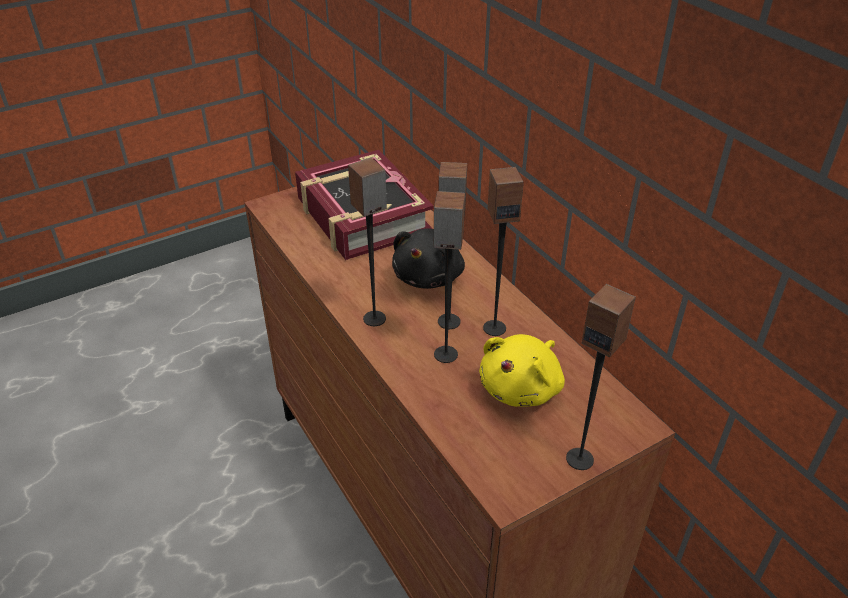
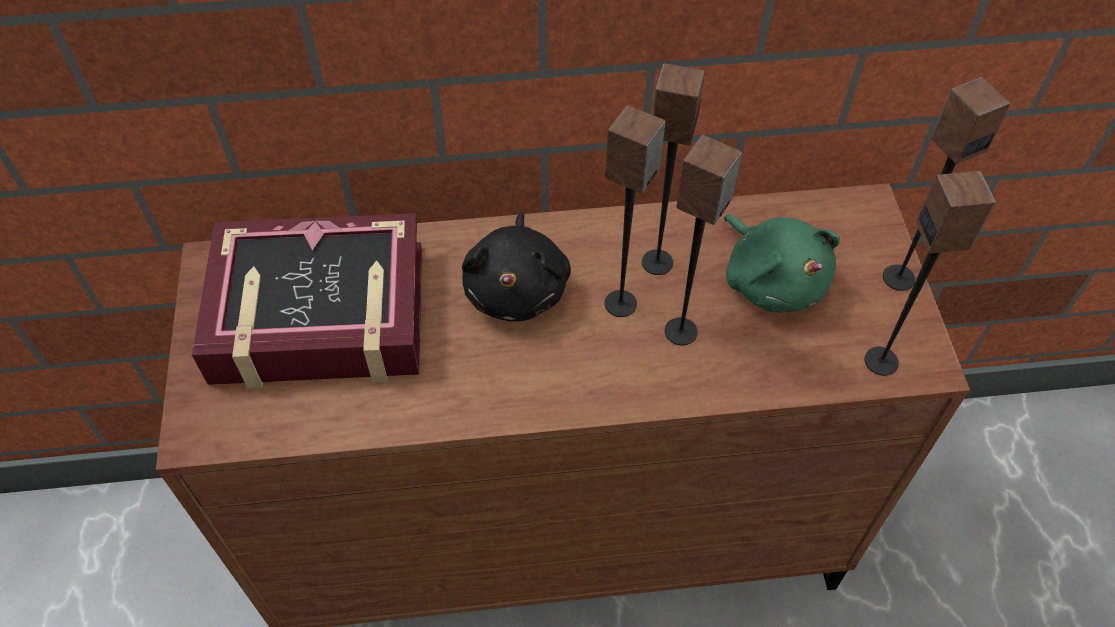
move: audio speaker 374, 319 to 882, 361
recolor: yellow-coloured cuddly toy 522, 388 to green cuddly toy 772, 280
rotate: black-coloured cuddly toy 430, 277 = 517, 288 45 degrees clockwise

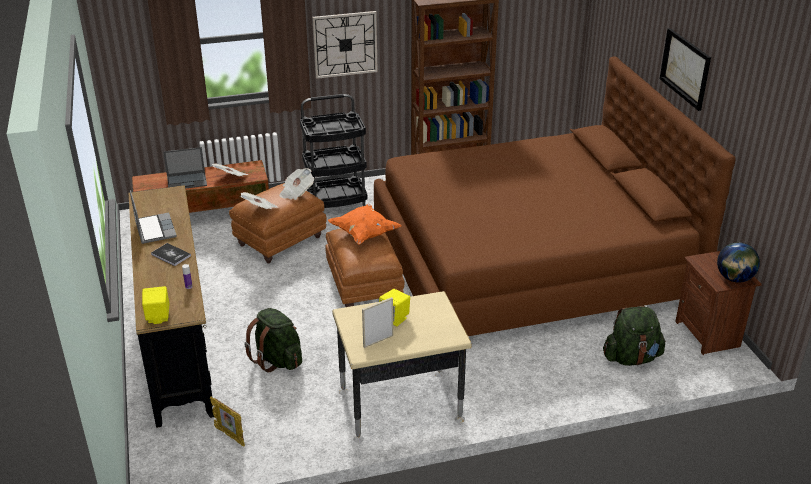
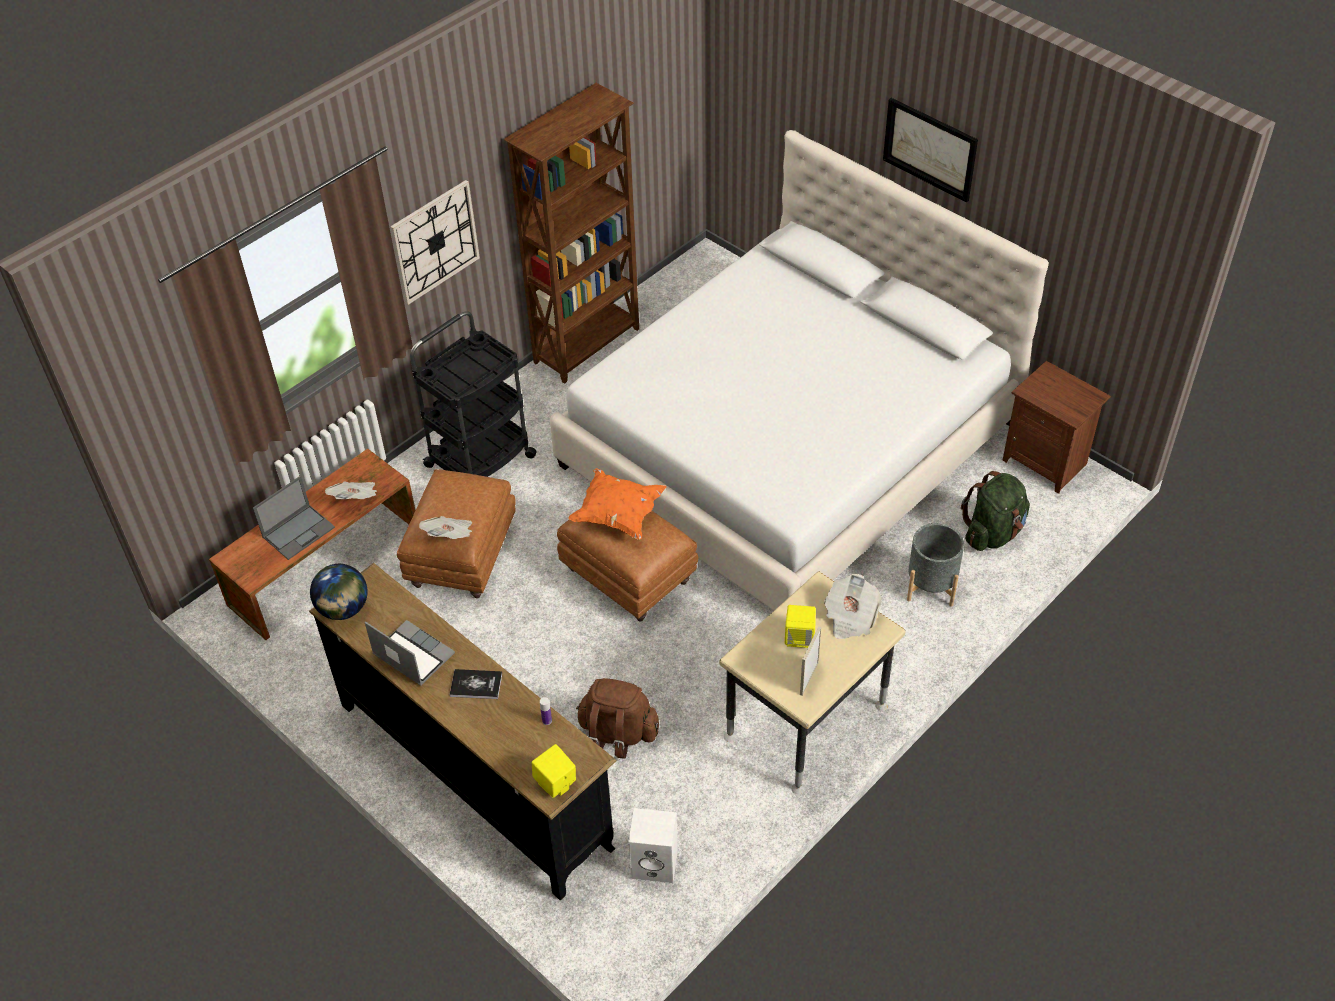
insert: gray flower pot 931, 586
move: newspaper 296, 192 to 850, 617; world globe 734, 278 to 343, 609
replace: standing frame 230, 436 to white audio speaker 656, 863
recolor: green backpack 277, 360 to brown-coloured backpack 618, 734; brown-coloured bedroom bed 530, 260 to white bedroom bed 788, 443

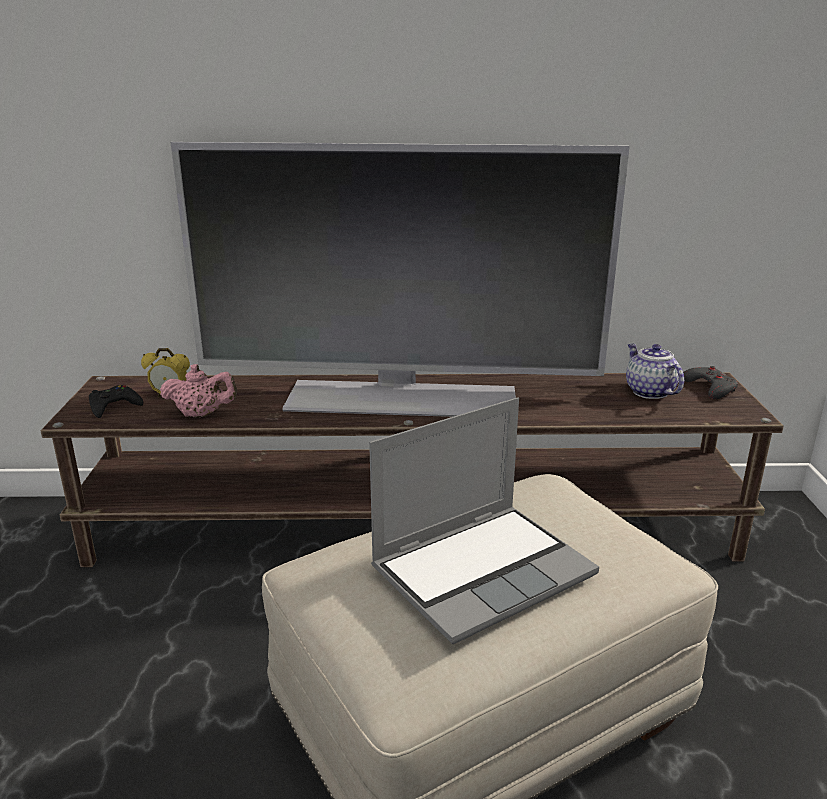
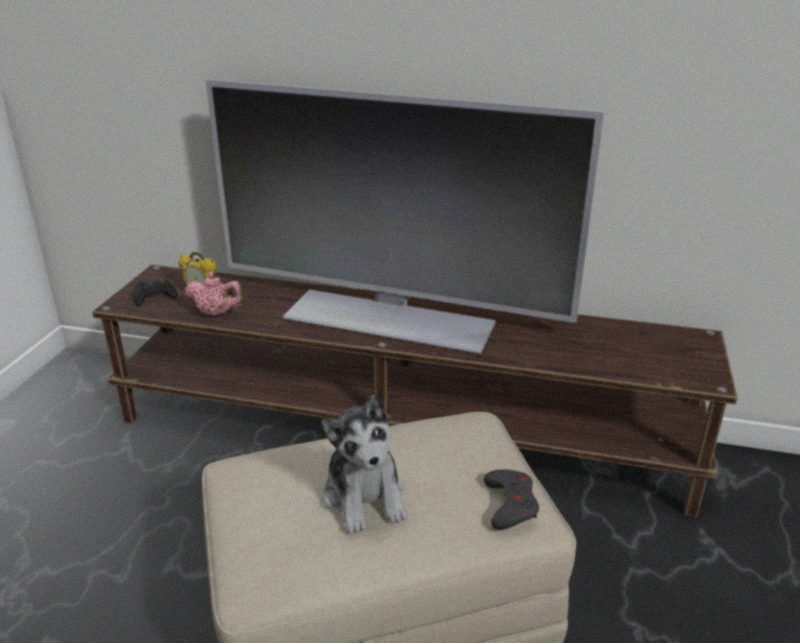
delete: tea pot 648, 391
move: gray joypad 709, 388 to 510, 504
replace: notebook computer 483, 570 to cuddly toy 365, 496

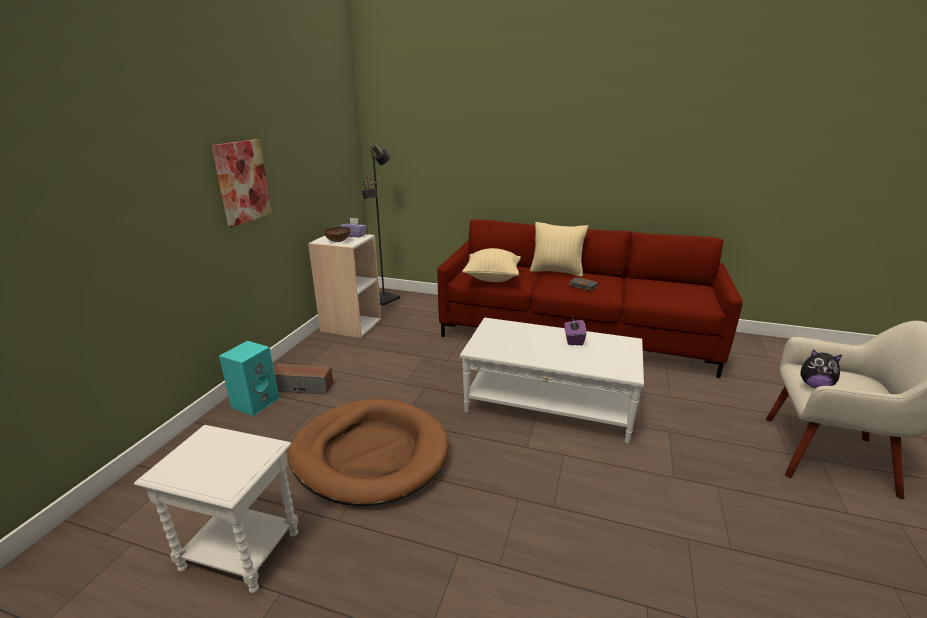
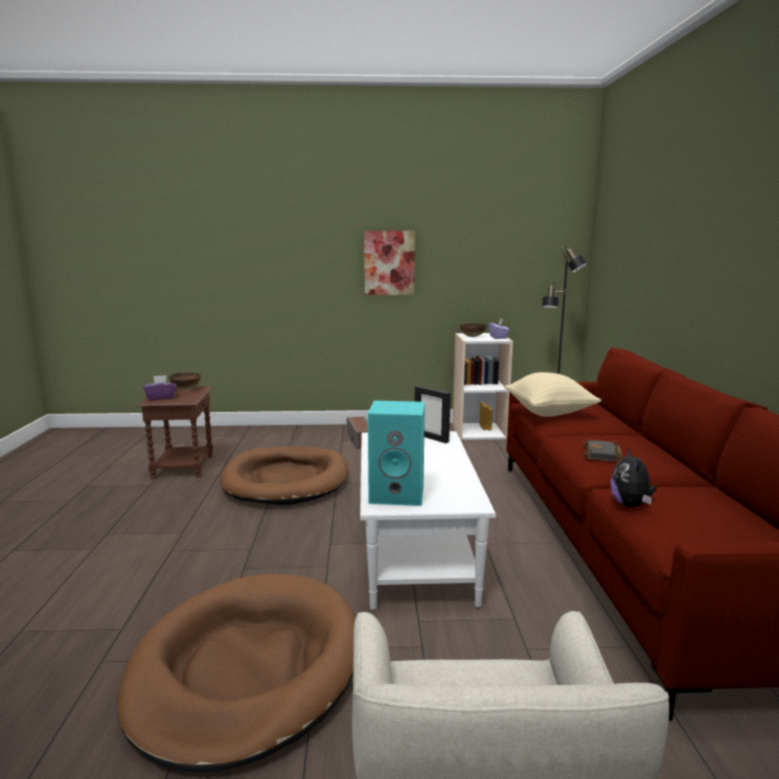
delete: beige cushion 556, 272
insert: brown-coloured dog bed 247, 669; bowl 186, 389; standing frame 431, 437
move: turquoise-coloured audio speaker 255, 402 to 398, 494; purple box of tissues 573, 339 to 161, 398; cuddly toy 814, 385 to 630, 505
recolor: white side table 239, 551 to brown-coloured side table 182, 466

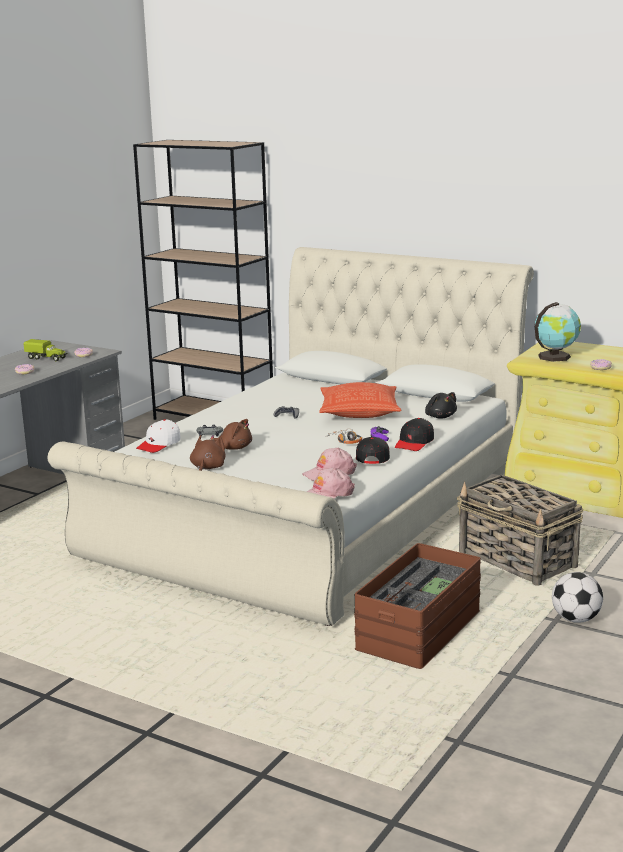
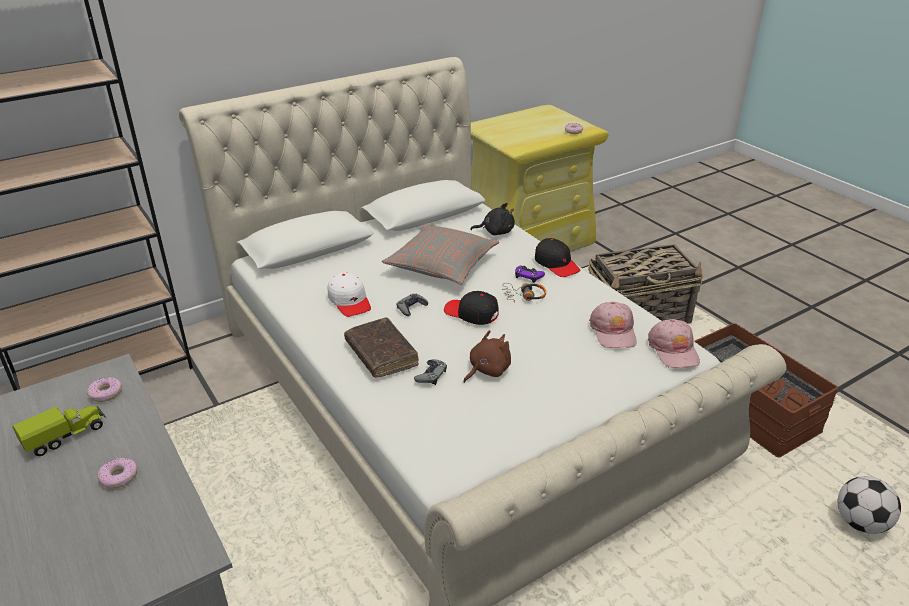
delete: brown-coloured cuddly toy 207, 468; world globe 555, 356
insert: brown-coloured volume 381, 354
move: white cap 159, 444 to 349, 301; black-coloured cap 372, 457 to 471, 313; football 576, 619 to 860, 523
recolor: orangey cushion 359, 413 to gray cushion 442, 266

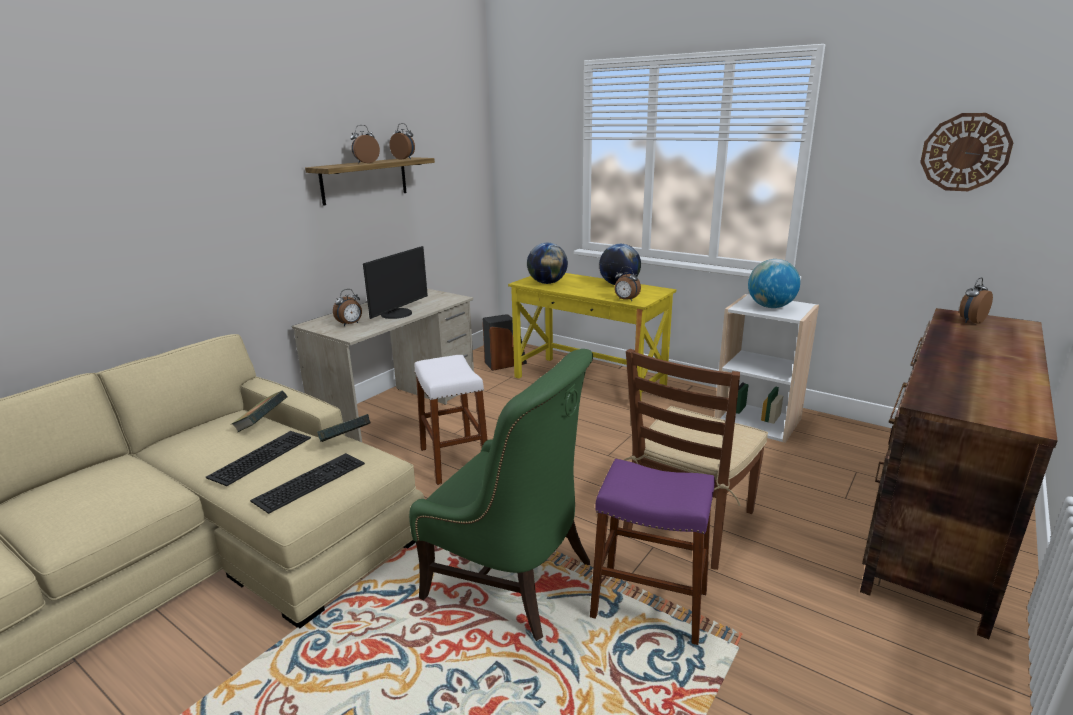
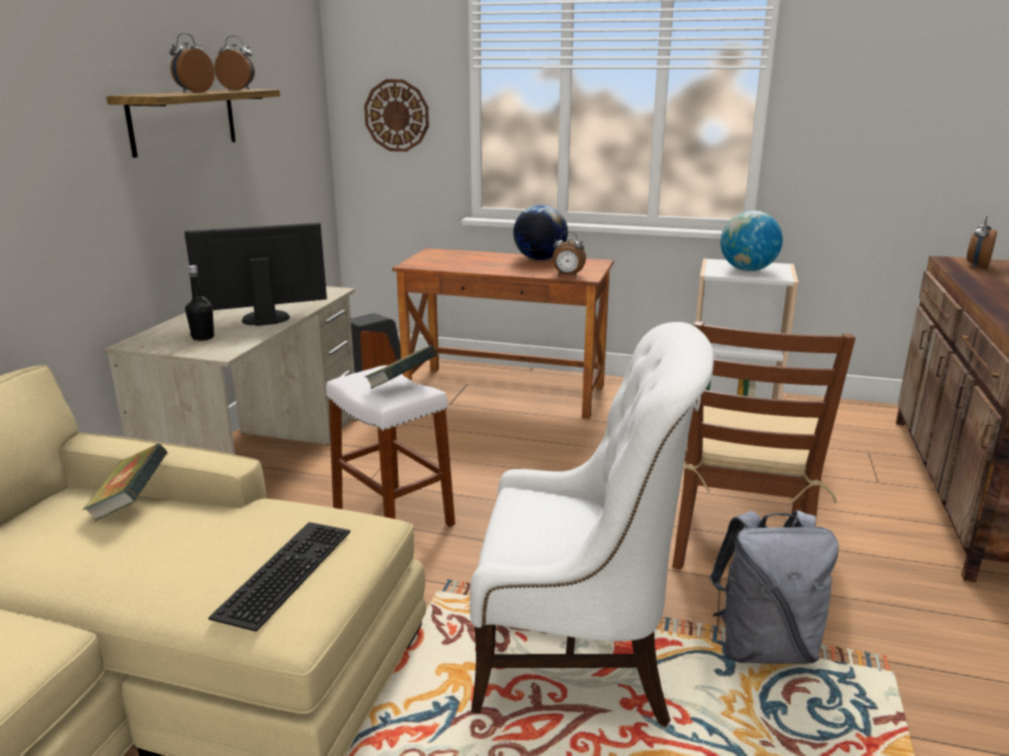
delete: computer keyboard 260, 456; world globe 547, 283
move: volume 346, 442 to 402, 385; wall clock 965, 152 to 397, 115
replace: alarm clock 350, 324 to black-coloured beverage bottle 203, 337; purple stool 649, 604 to gray backpack 764, 647
recolor: green upright chair 512, 579 to white upright chair 578, 656; yellow-coloured desk unit 589, 382 to brown-coloured desk unit 505, 392
rotate: monitor 398, 314 = 265, 318 120 degrees counterclockwise

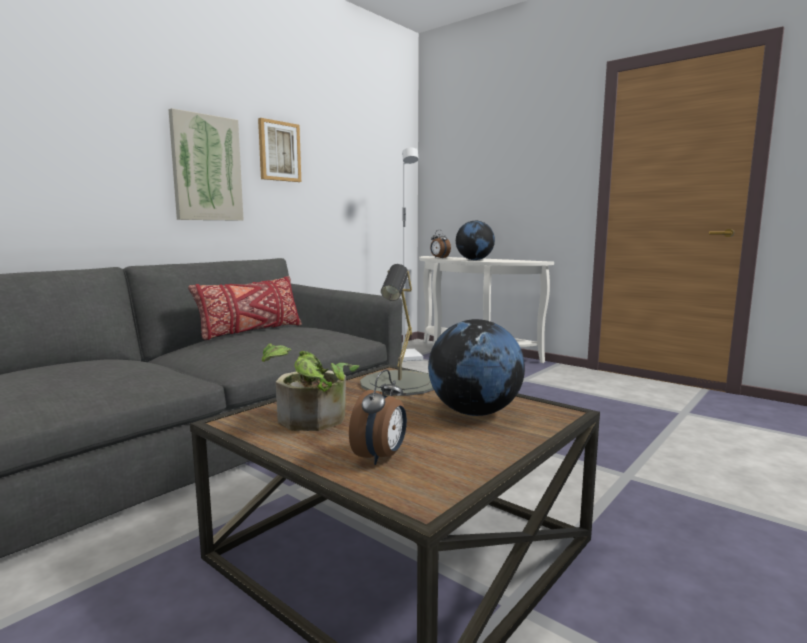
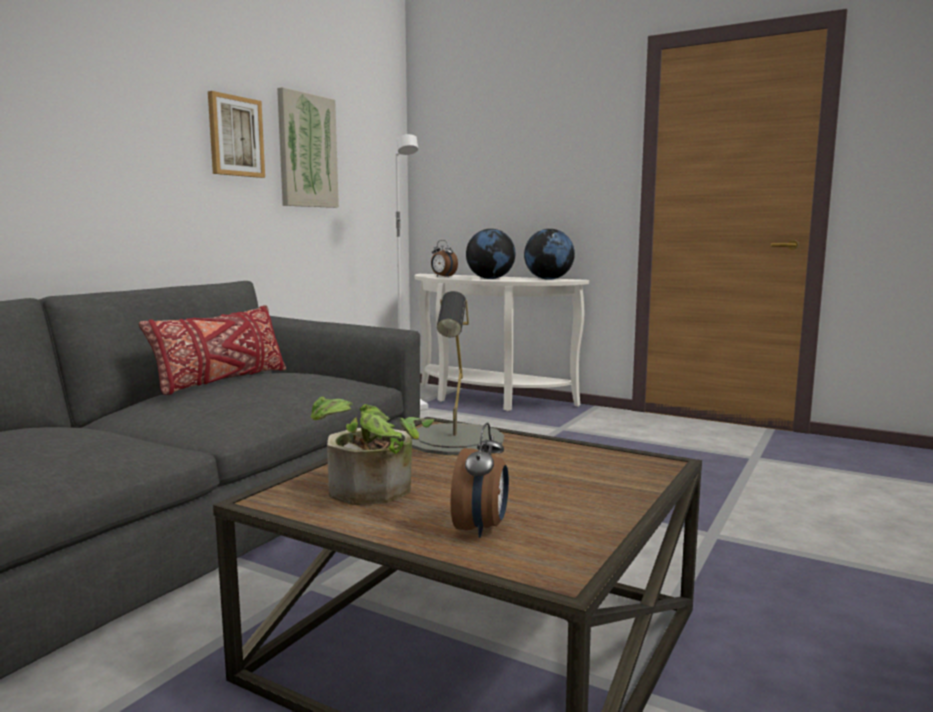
move: wall art 206, 168 to 307, 151; world globe 474, 412 to 548, 279

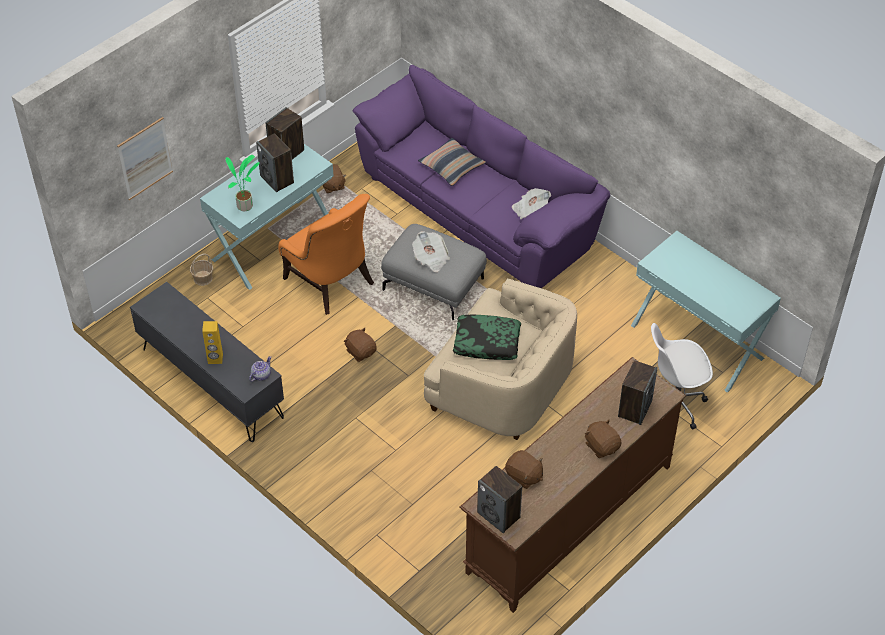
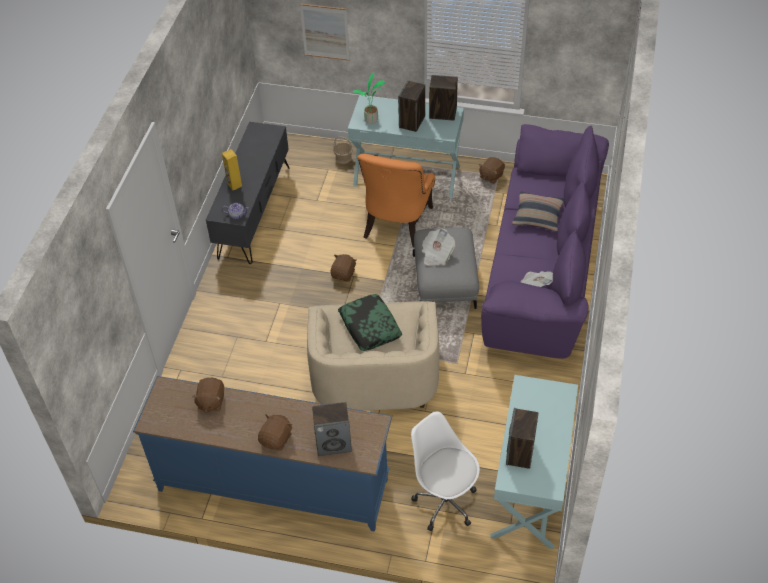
move: audio speaker 499, 515 to 520, 453
recolor: brown-coloured cabinet 568, 517 to blue-coloured cabinet 273, 483

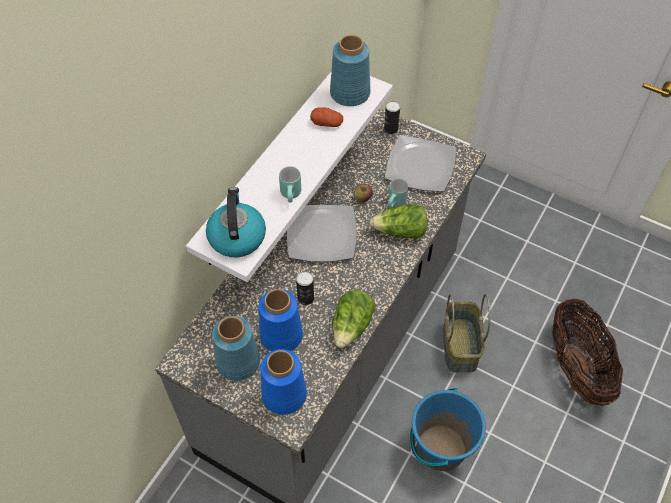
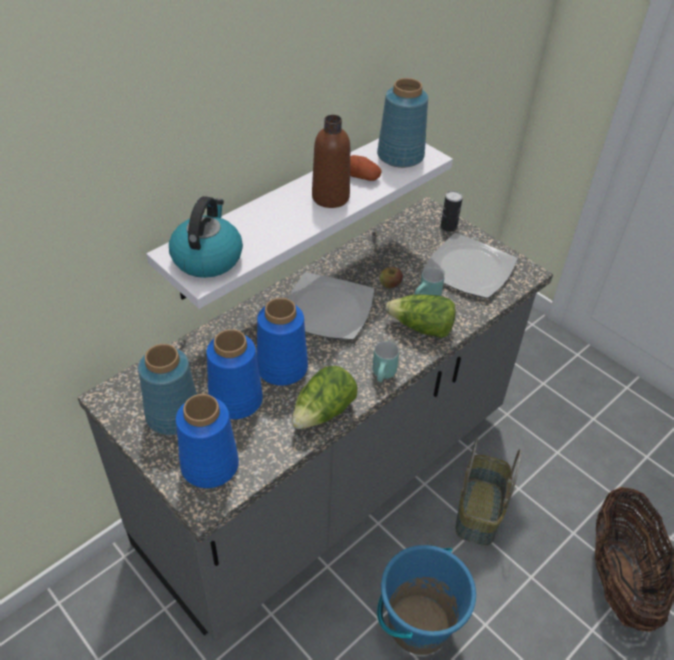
insert: brown-coloured beverage bottle 330, 197
move: turquoise-coloured coffee mug 292, 195 to 384, 375
replace: metal can 305, 298 to blue-coloured vase 281, 368

